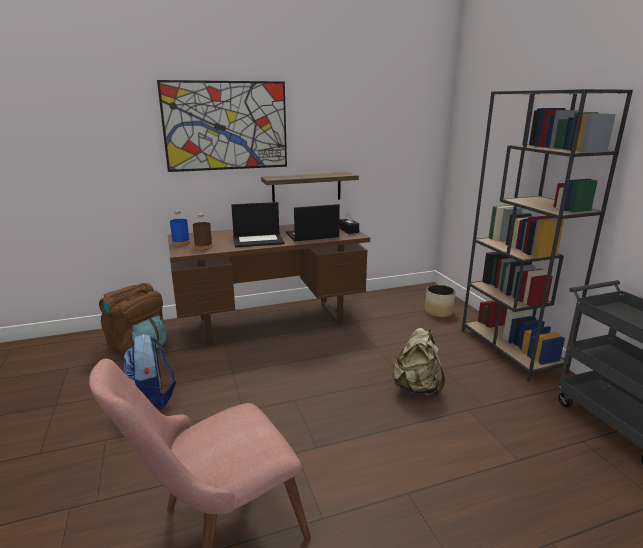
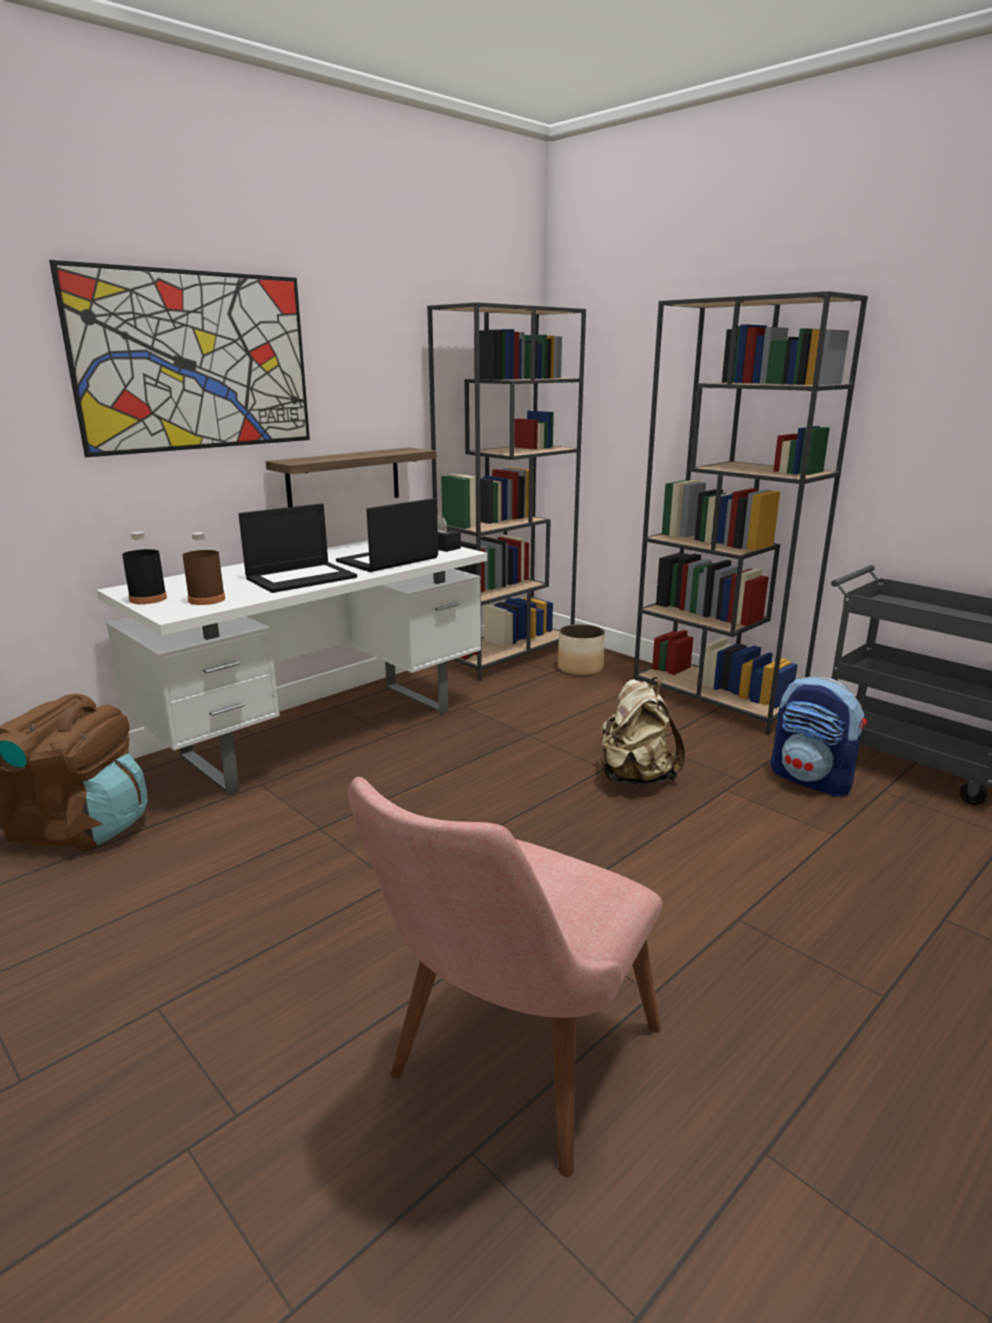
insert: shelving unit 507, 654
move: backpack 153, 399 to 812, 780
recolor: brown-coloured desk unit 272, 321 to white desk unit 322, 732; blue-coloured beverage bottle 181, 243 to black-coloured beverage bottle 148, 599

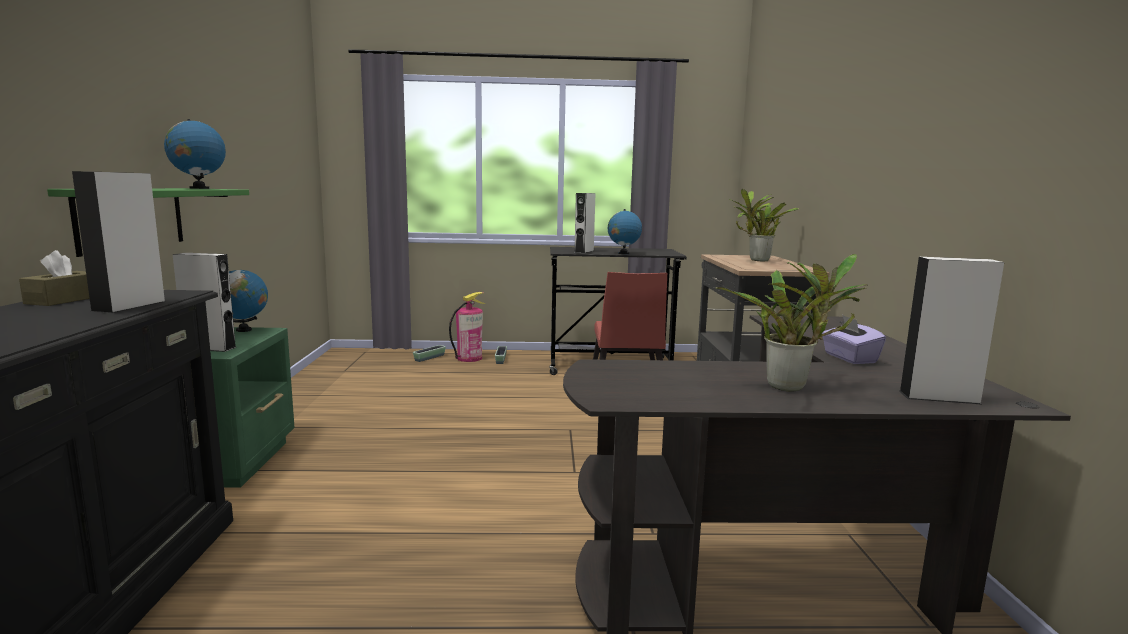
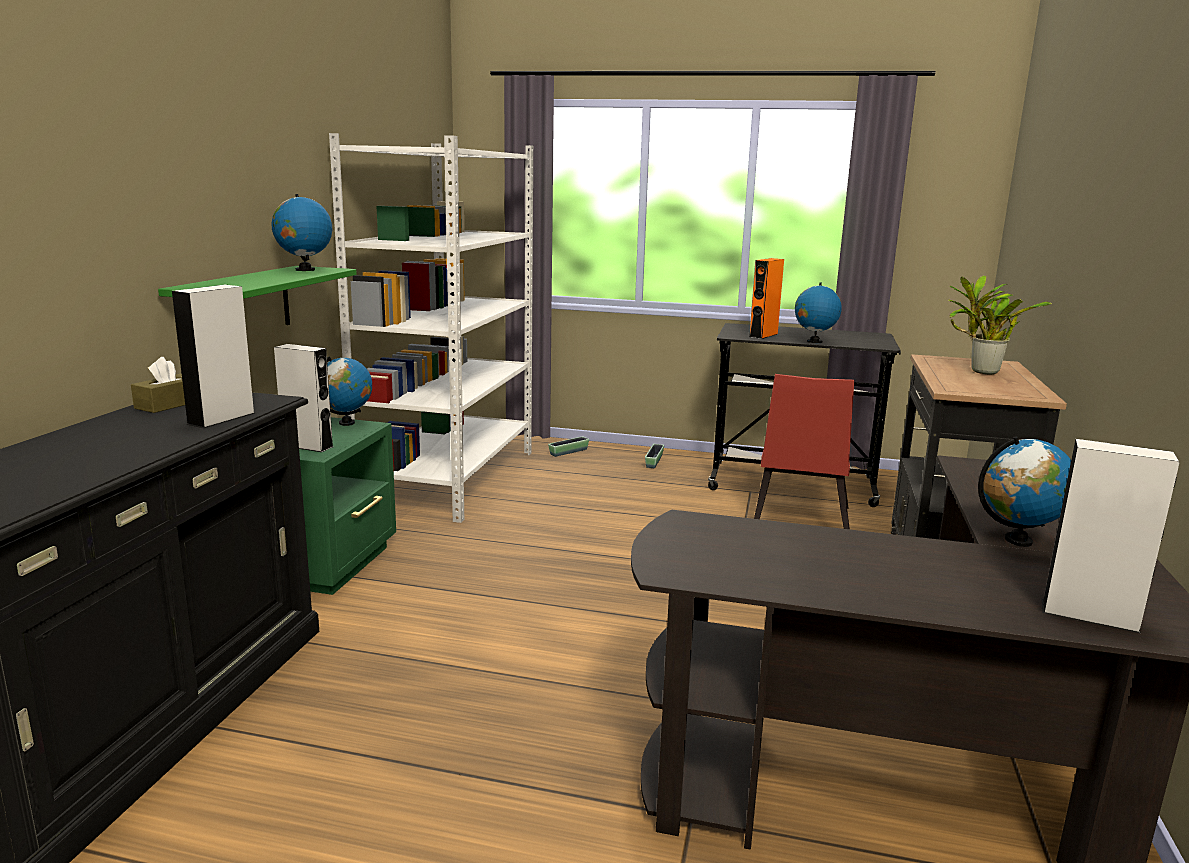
delete: fire-fighting cylinder 469, 358; houseplant 791, 387
insert: white shelving unit 450, 478
replace: purple box of tissues 849, 358 to world globe 1018, 541
recolor: gray audio speaker 584, 251 to orangey audio speaker 763, 335

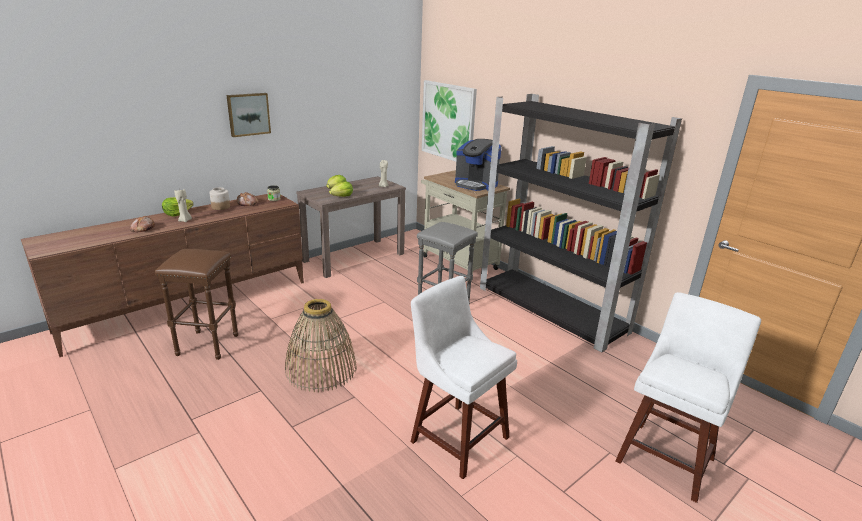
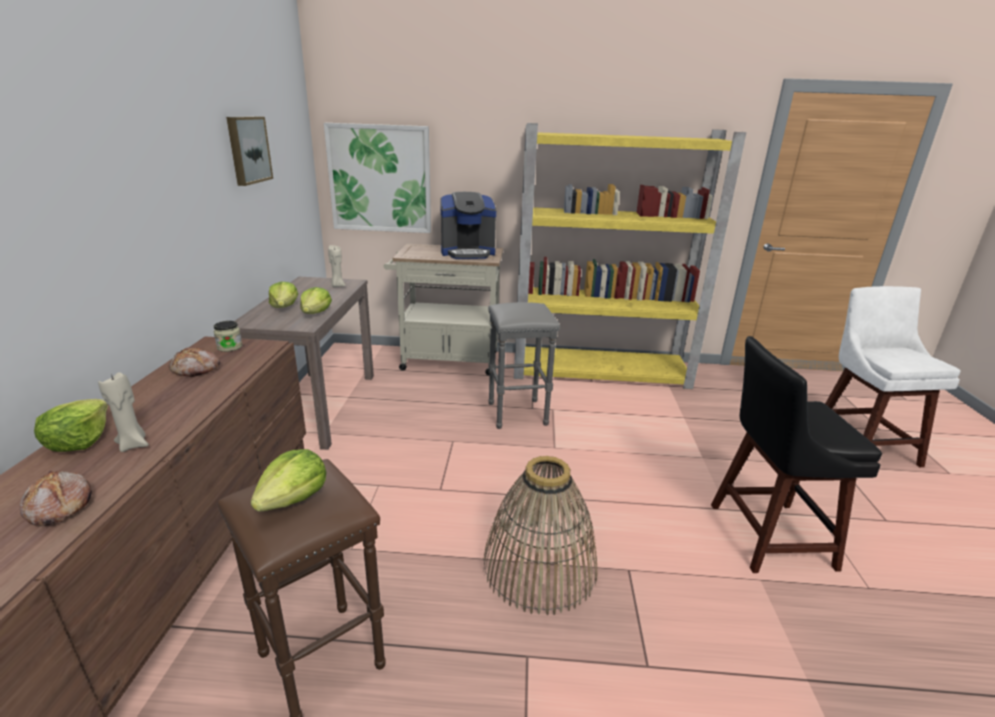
delete: storage jar 220, 207
insert: lettuce 294, 498
move: wall art 248, 114 to 247, 150
recolor: white upright chair 456, 436 to black-coloured upright chair 764, 535; black-coloured shelving unit 551, 309 to yellow-coloured shelving unit 599, 370

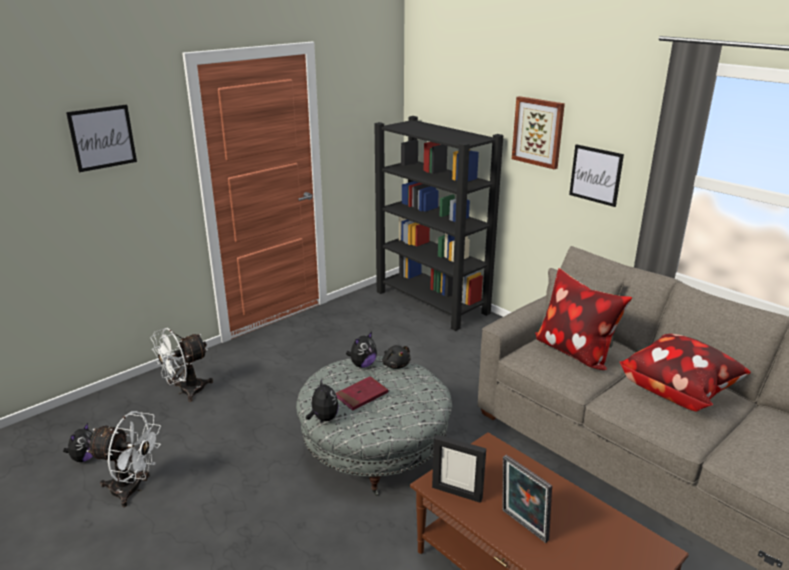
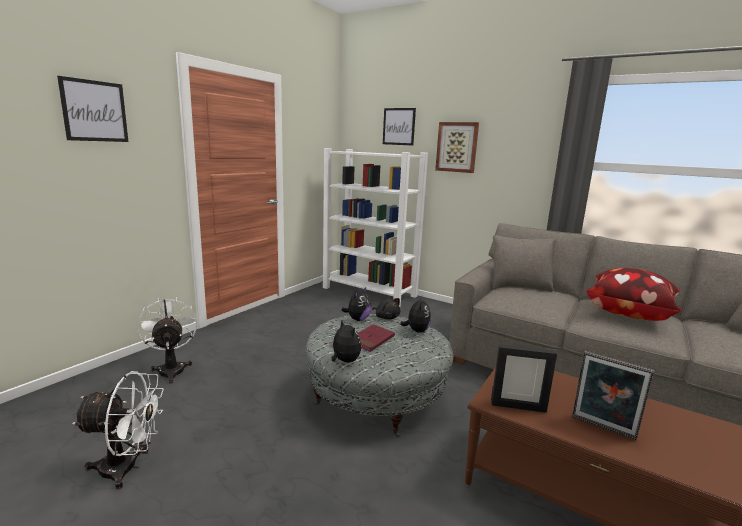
delete: cushion 574, 351
move: cuddly toy 84, 458 to 416, 331; wall art 595, 175 to 399, 126
recolor: black-coloured shelving unit 432, 302 to white shelving unit 369, 292
rotate: white fan 186, 391 = 172, 368 120 degrees clockwise

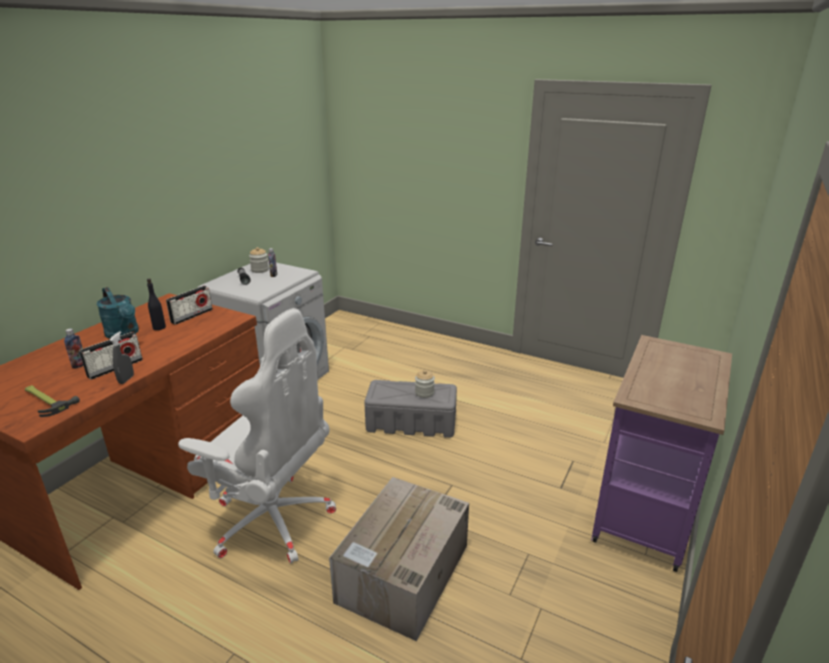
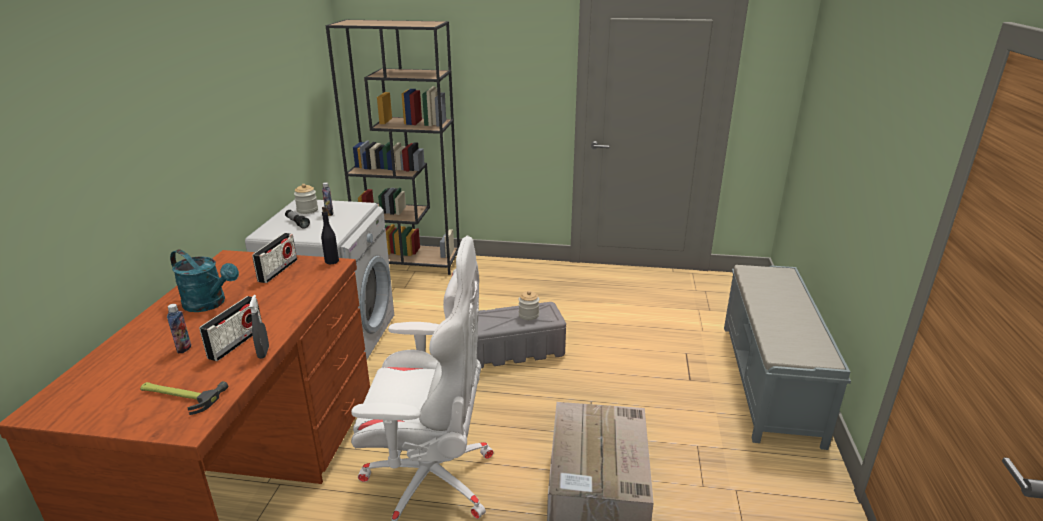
insert: shelving unit 410, 261
move: black-coloured beverage bottle 159, 327 to 332, 261
replace: purple wheeled cart 645, 509 to gray indoor bench 769, 382

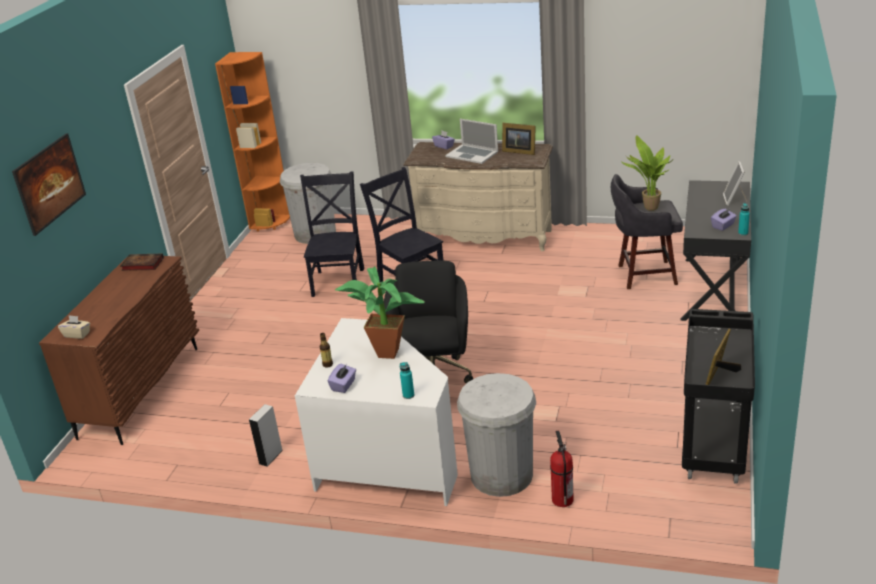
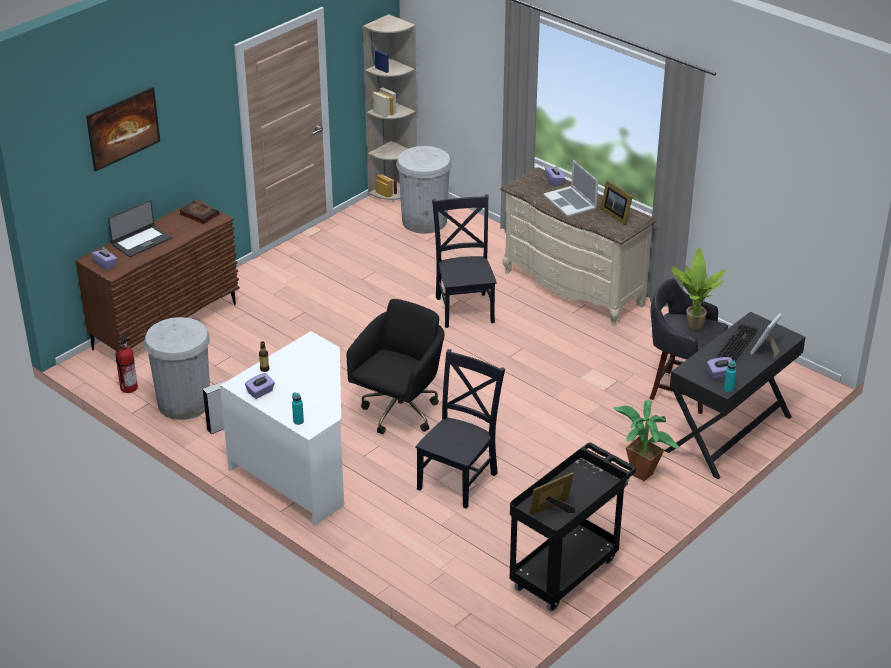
insert: notebook computer 141, 241; computer keyboard 736, 343
move: black-coloured upright chair 338, 281 to 459, 479; houseplant 384, 351 to 640, 471; white rubbish bin 501, 475 to 184, 403; fire-fighting cylinder 562, 499 to 129, 387
recolor: beige box of tissues 77, 334 to purple box of tissues 105, 264; orangey shelving unit 270, 225 to beige shelving unit 392, 196

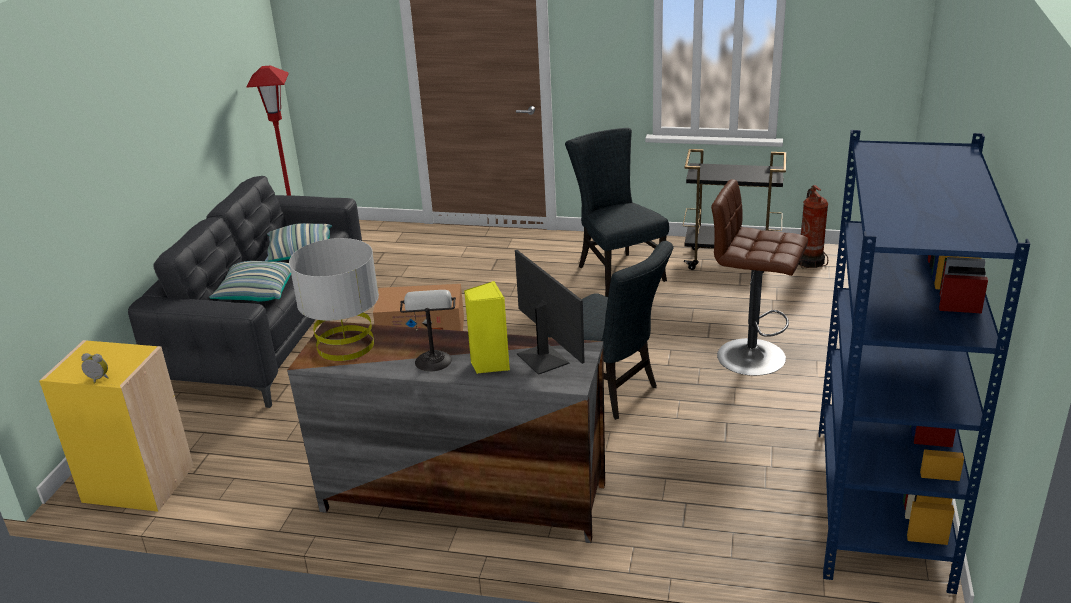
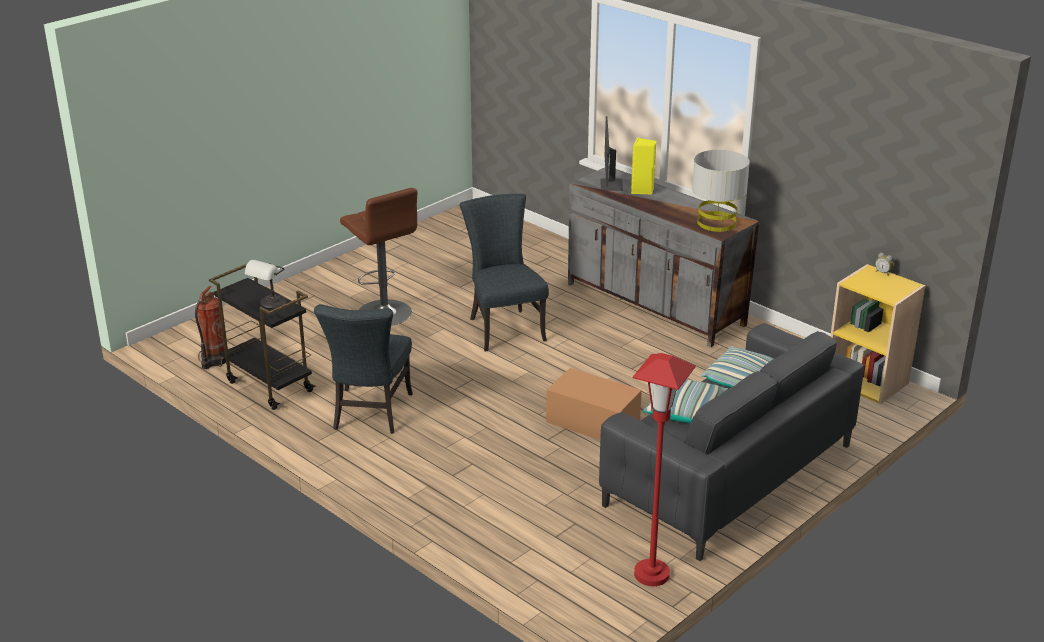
delete: blue-coloured shelving unit 880, 505
move: tabletop lamp 432, 356 to 270, 304

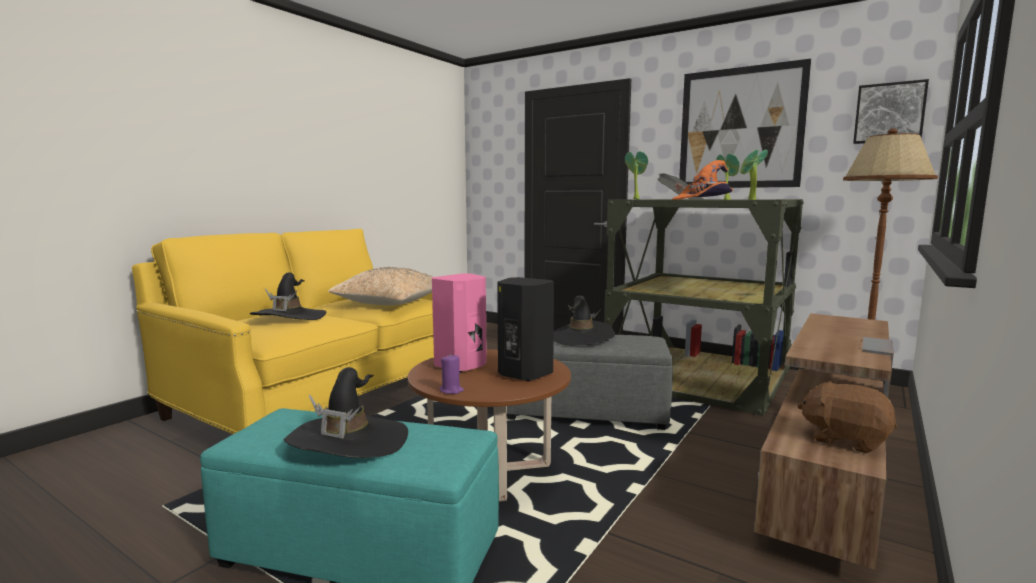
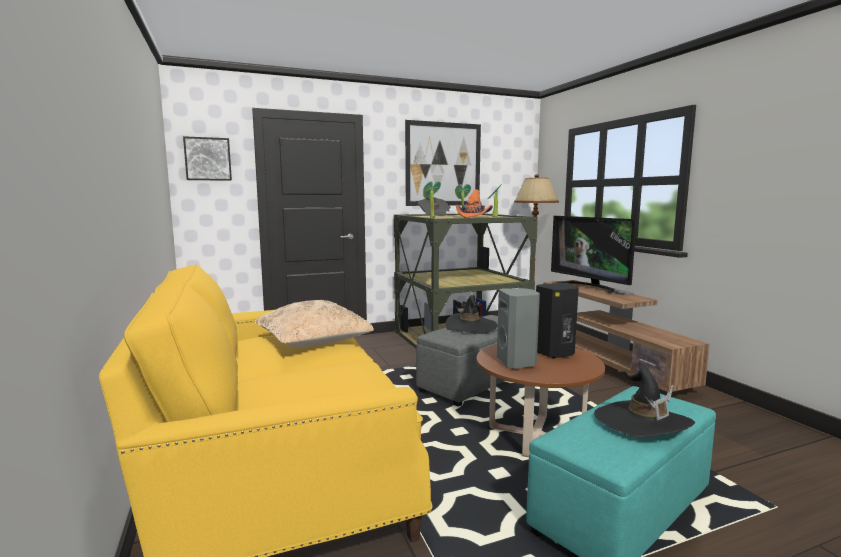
delete: black-coloured hat 289, 317; purple wax light 451, 390; brown-coloured cuddly toy 845, 439
insert: TV 590, 286
move: wall art 889, 113 to 208, 159
recolor: pink-coloured audio speaker 462, 365 to gray audio speaker 517, 362

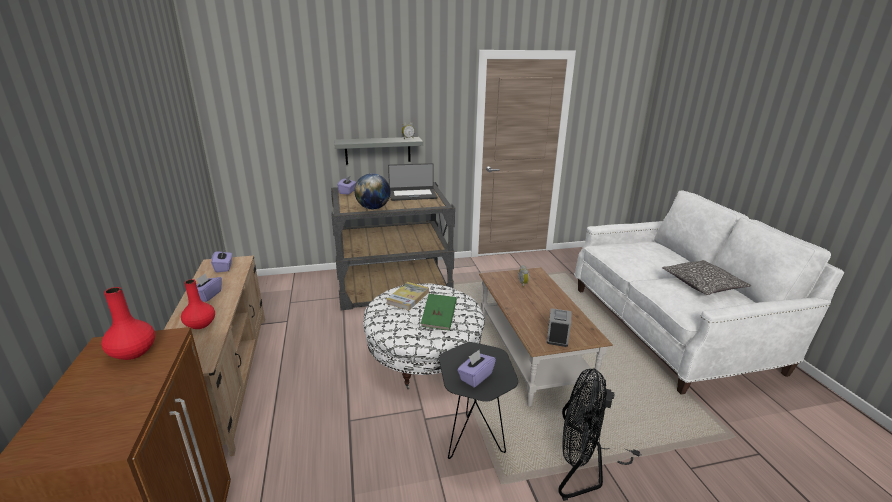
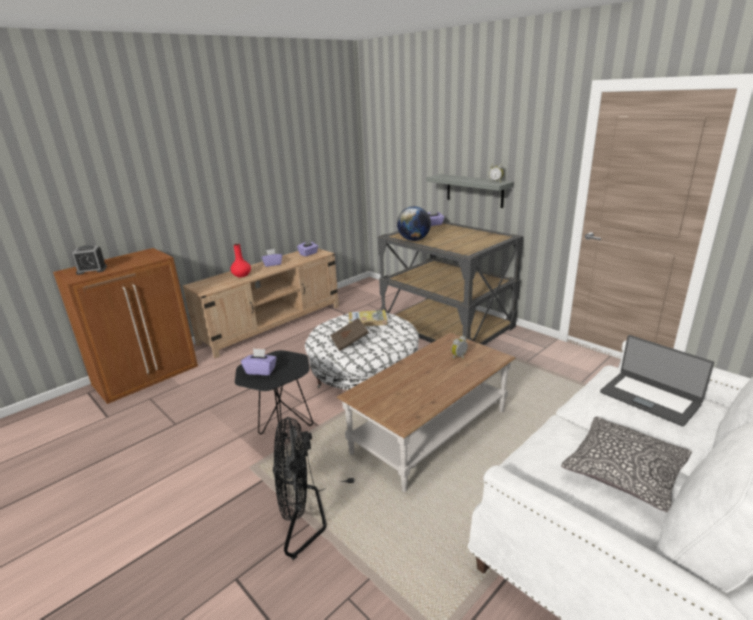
delete: reddish vase 132, 352
move: notebook computer 412, 195 to 650, 398; alarm clock 557, 337 to 92, 270
recolor: green volume 439, 320 to brown-coloured volume 349, 342
rotate: black-coloured fan 585, 460 = 306, 509 90 degrees counterclockwise

